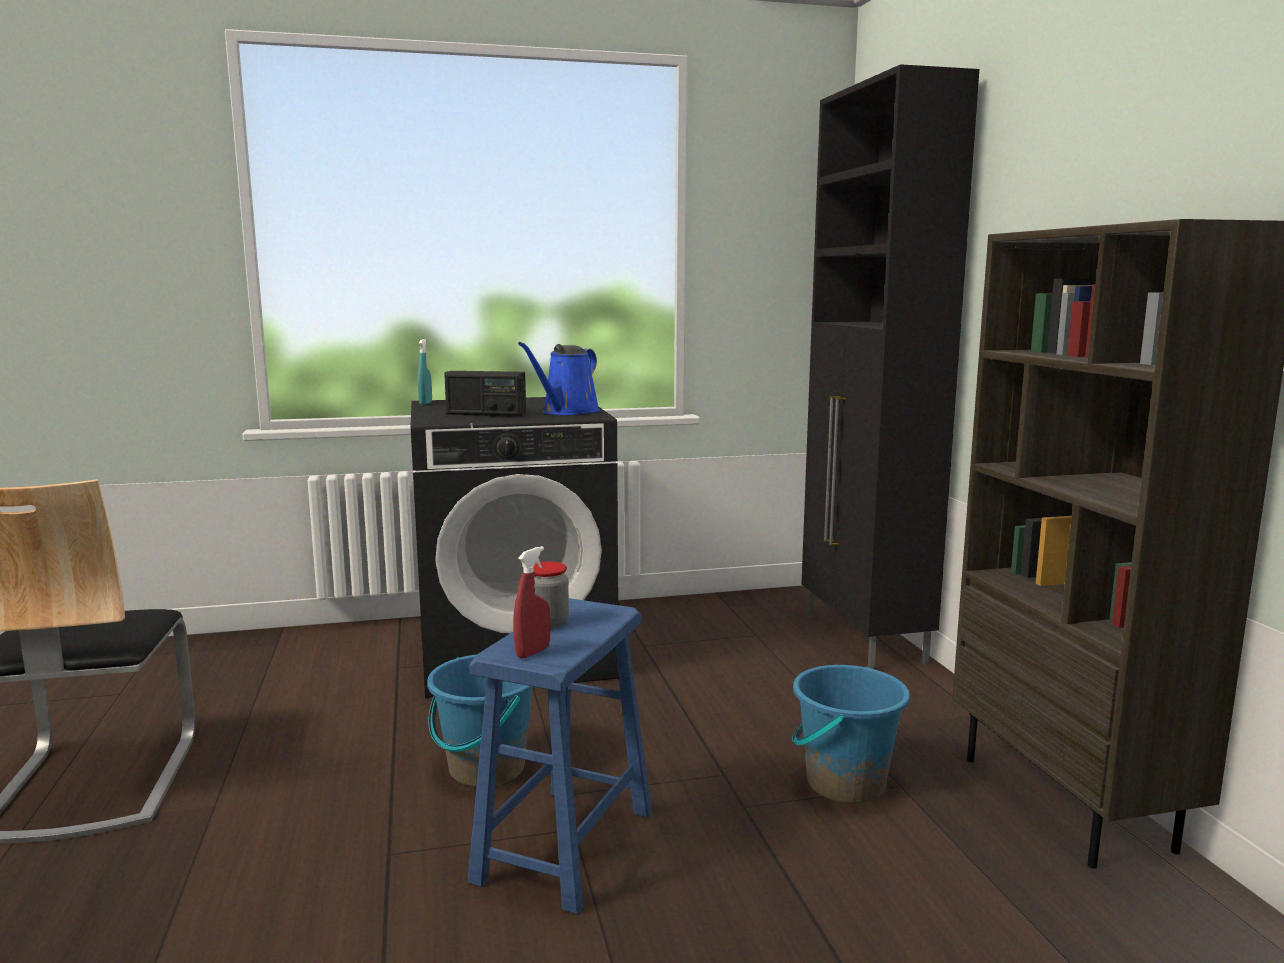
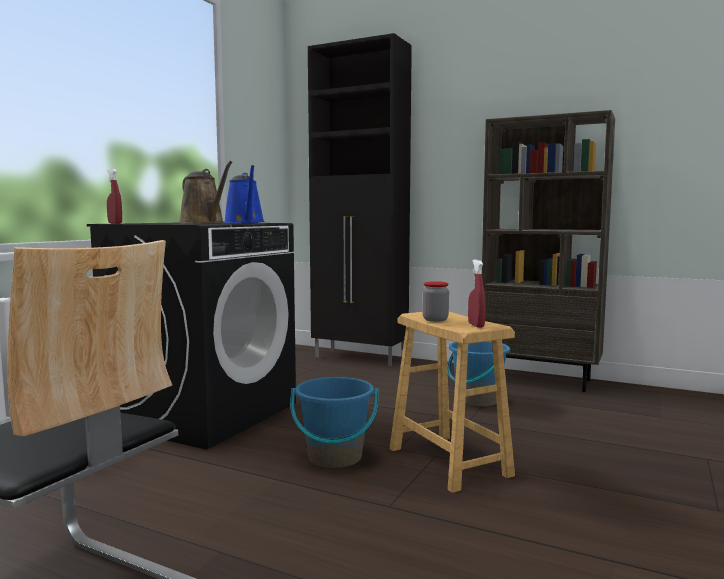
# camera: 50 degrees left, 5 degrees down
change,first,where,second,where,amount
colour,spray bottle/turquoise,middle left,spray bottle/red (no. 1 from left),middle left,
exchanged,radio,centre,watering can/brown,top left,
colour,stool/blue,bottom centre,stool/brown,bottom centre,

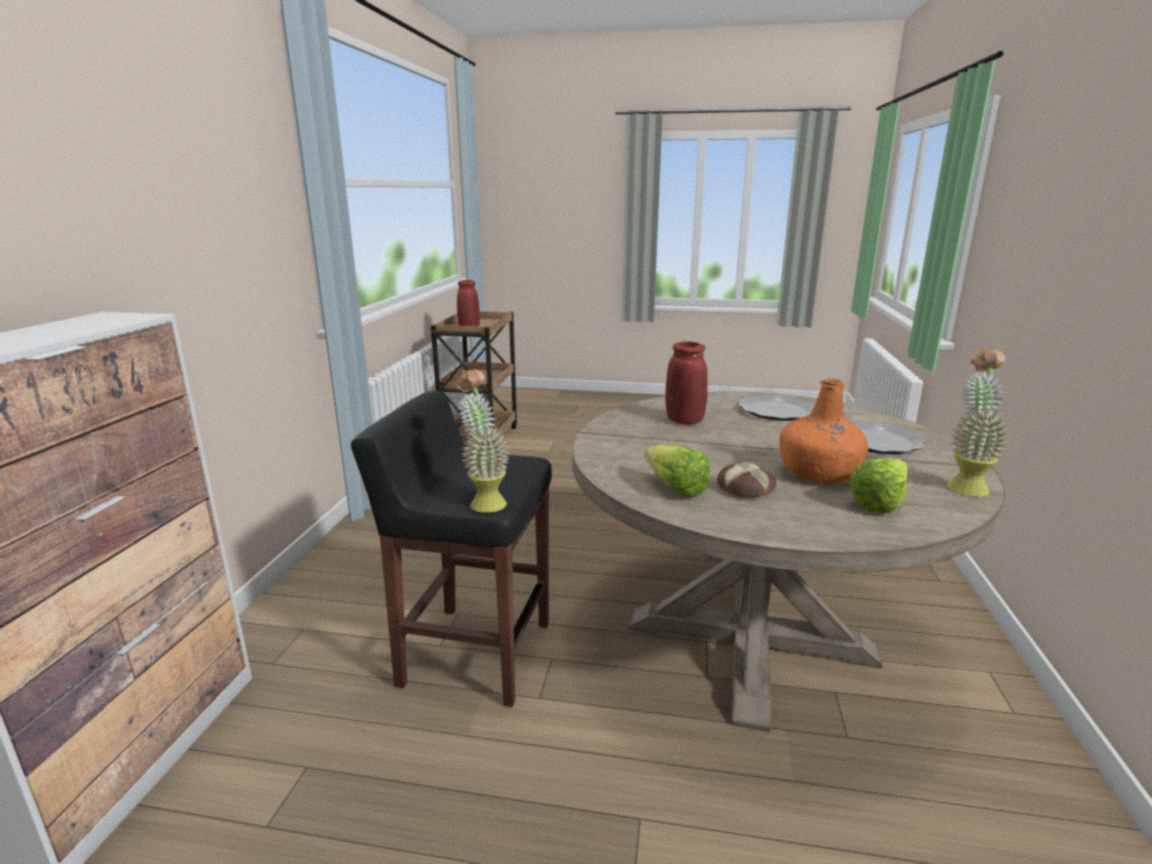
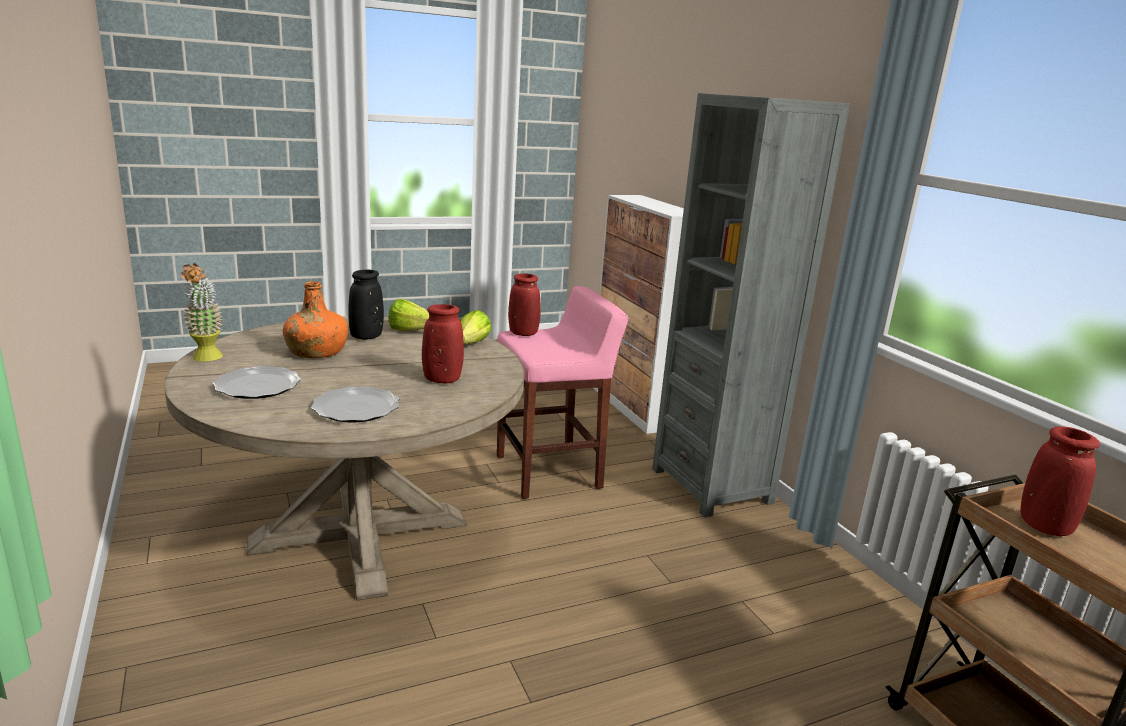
# camera: 145 degrees right, 0 degrees up
change,first,where,second,where,amount
colour,stool/black,centre,stool/pink,centre,
exchanged,potted plant (no. 1 from left),centre,vase/red (no. 2 from left),centre,
exchanged,bread,centre,vase/black,middle left,
relocated,lettuce (no. 2 from left),middle right,,centre,
appeared,,,bookcase/grey,middle right,

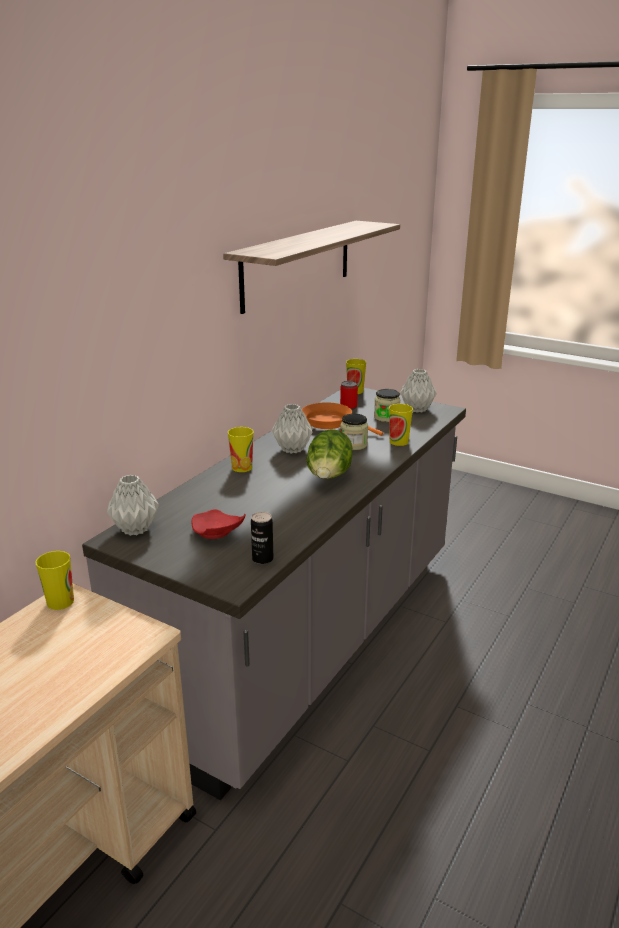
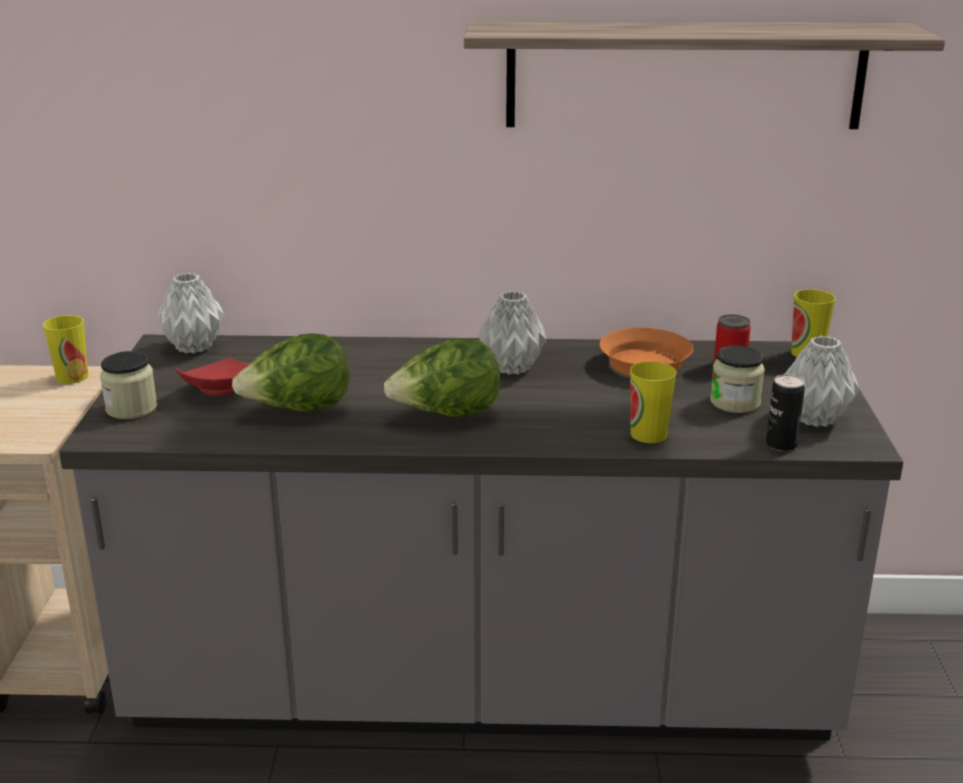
# camera: 60 degrees right, 0 degrees up
change,first,where,second,where,amount
missing,cup (no. 2 from left),centre,,,
relocated,can (no. 1 from left in the first image),centre,can (no. 2 from left),middle right,
relocated,jar (no. 1 from left),centre,,middle left,
appeared,,,lettuce (no. 1 from left),middle left,

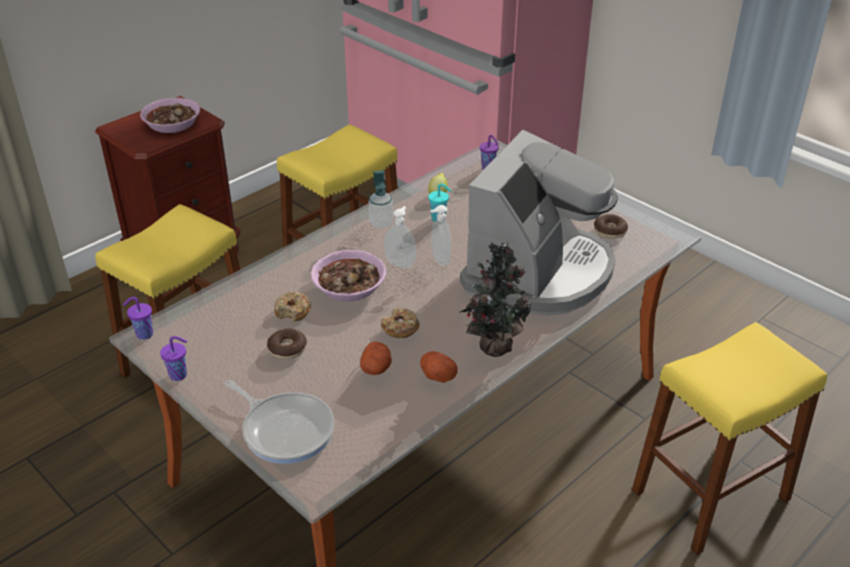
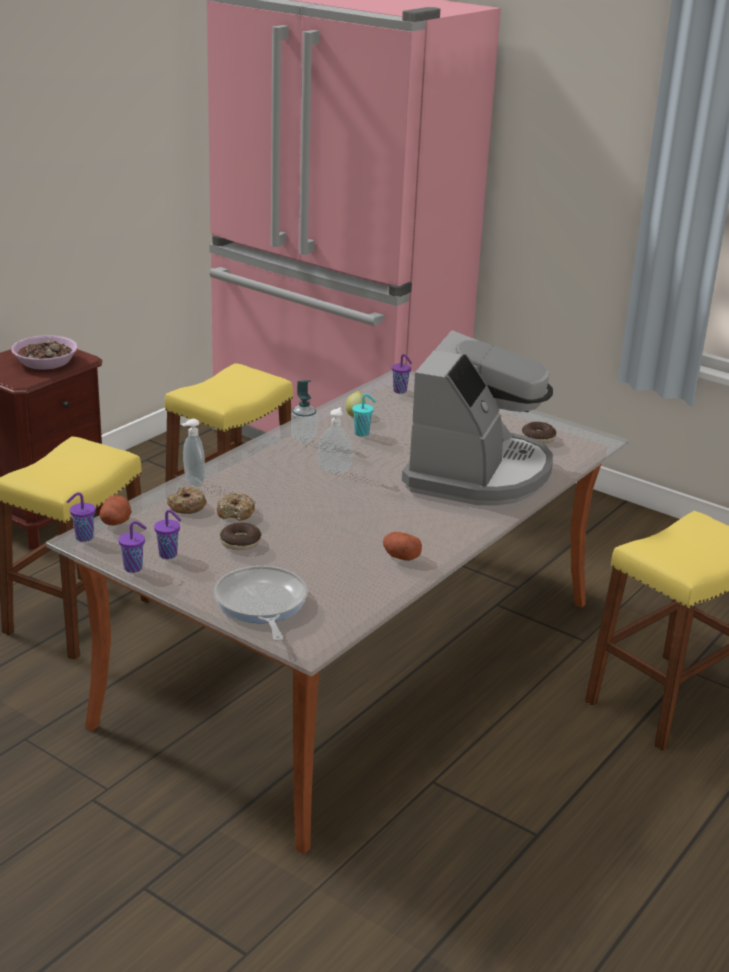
# camera: 10 degrees left, 10 degrees down
change,first,where,second,where,amount
spun,frying pan,bottom left,,centre,135 degrees counterclockwise
missing,bowl (no. 2 from left),centre,,,
relocated,potato (no. 1 from left),centre,,middle left,
relocated,donut (no. 3 from left in the first image),centre,donut (no. 1 from left),middle left,
relocated,soap dispenser (no. 3 from left in the first image),centre,soap dispenser (no. 1 from left),middle left,
missing,potted plant,centre,,,
appeared,,,cup/purple (no. 3 from left),middle left,

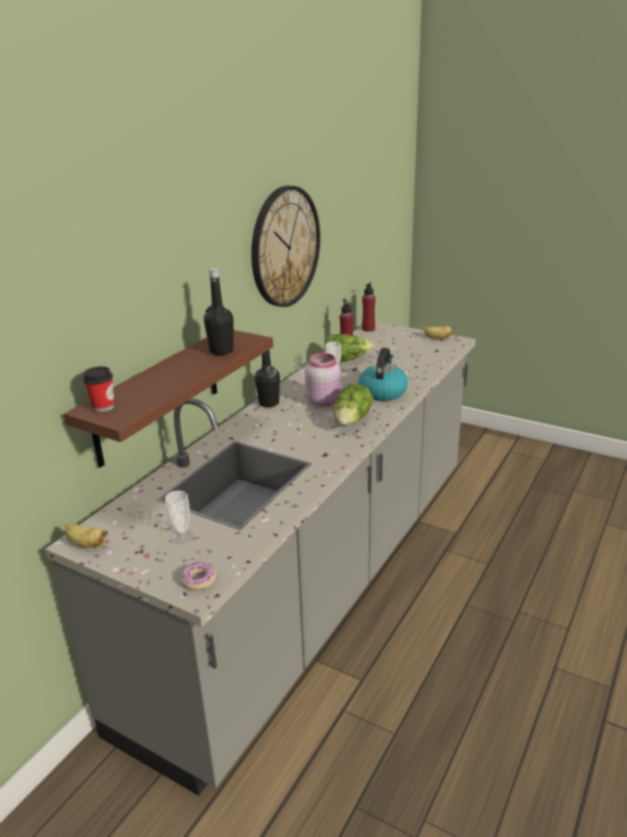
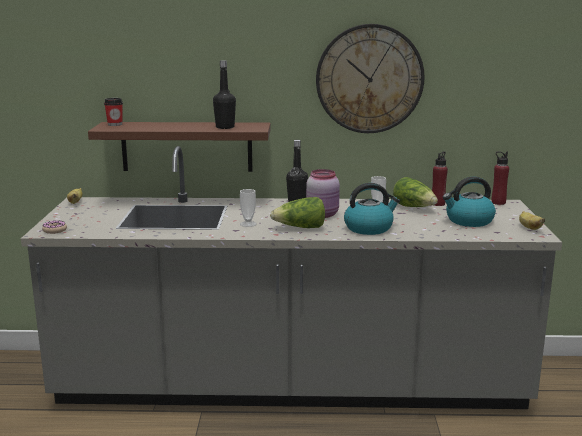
# camera: 60 degrees right, 10 degrees down
change,first,where,second,where,amount
relocated,cup (no. 2 from left),middle left,,centre,
appeared,,,kettle (no. 2 from left),middle right,

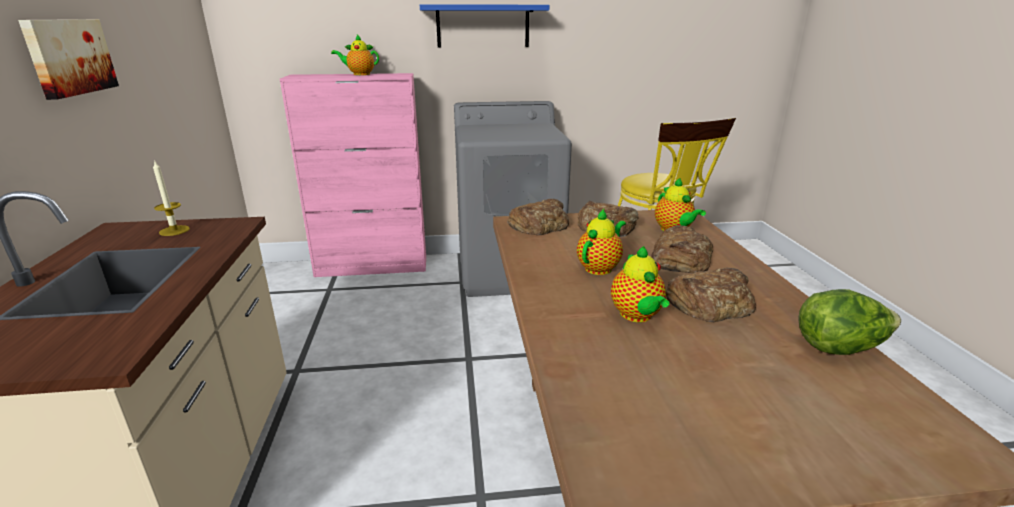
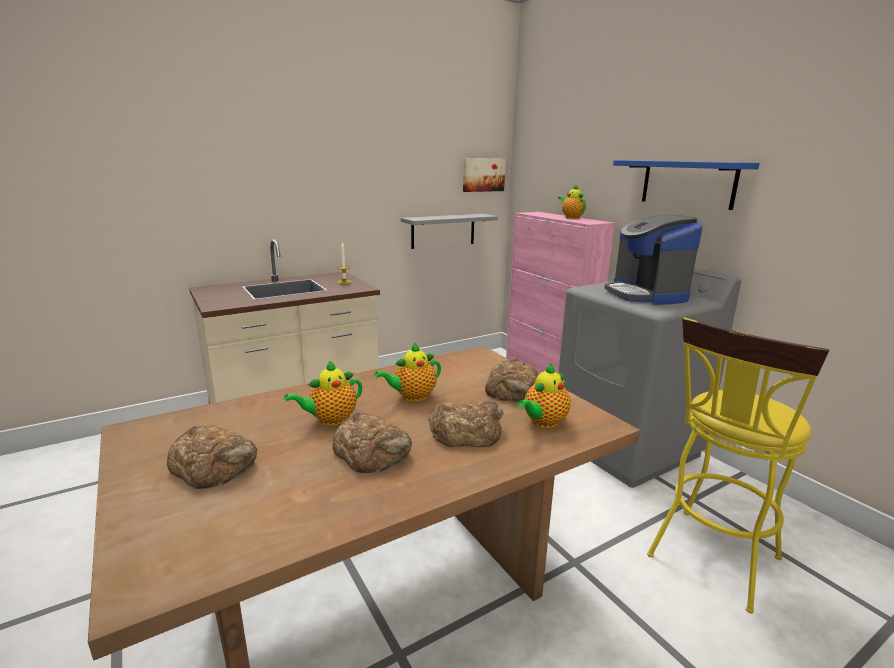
# camera: 65 degrees right, 5 degrees down
change,first,where,second,where,amount
relocated,picture,top left,,top centre,
relocated,bread (no. 1 from left),centre,,bottom left,
spun,teapot (no. 2 from left),centre,,centre,135 degrees clockwise
missing,lettuce,middle right,,,
appeared,,,shelf/grey,centre,
appeared,,,coffee machine,middle right,

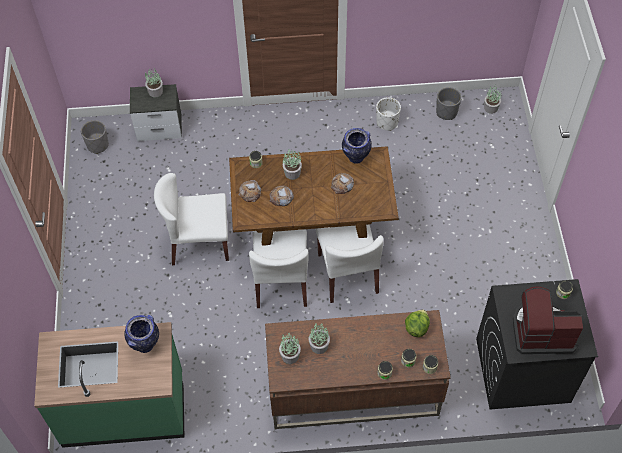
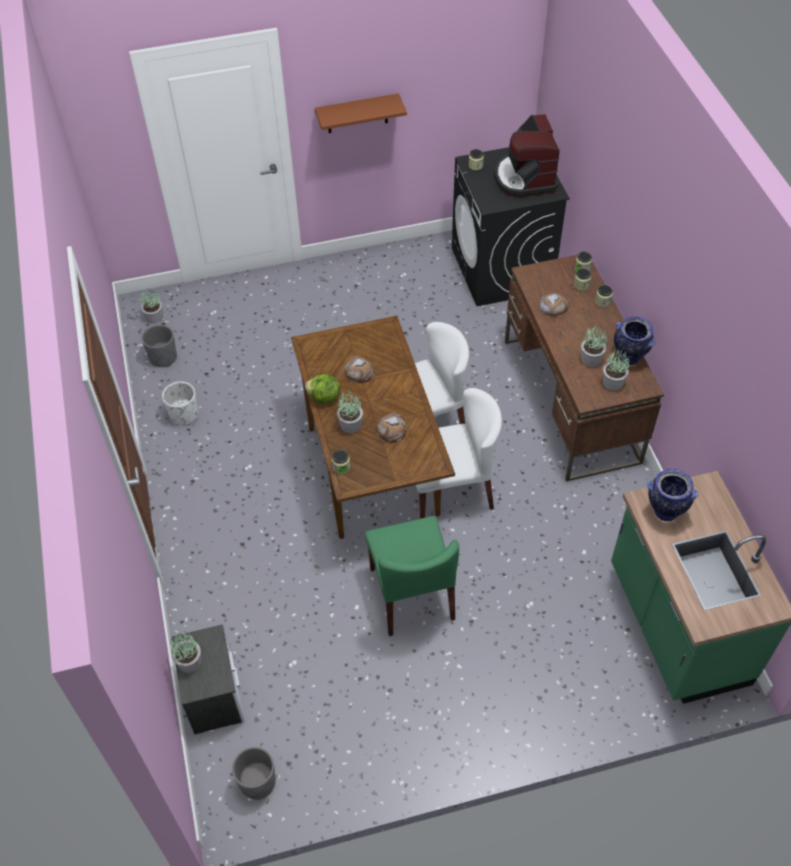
# camera: 100 degrees left, 5 degrees down
change,first,where,second,where,amount
colour,chair/white (no. 1 from left),middle left,chair/green,centre,
relocated,bread (no. 1 from left in the first image),centre,bread (no. 3 from left),middle right,
relocated,vase (no. 2 from left in the first image),top centre,vase (no. 1 from left),middle right,
relocated,lettuce,bottom right,,centre,
appeared,,,shelf/brown,top centre,

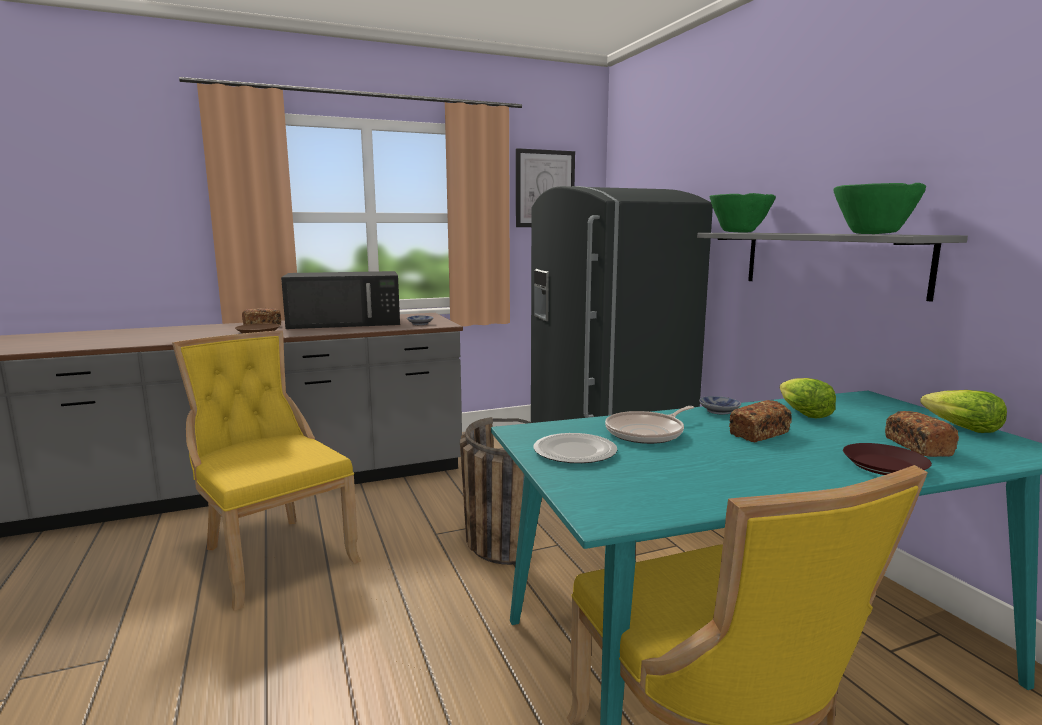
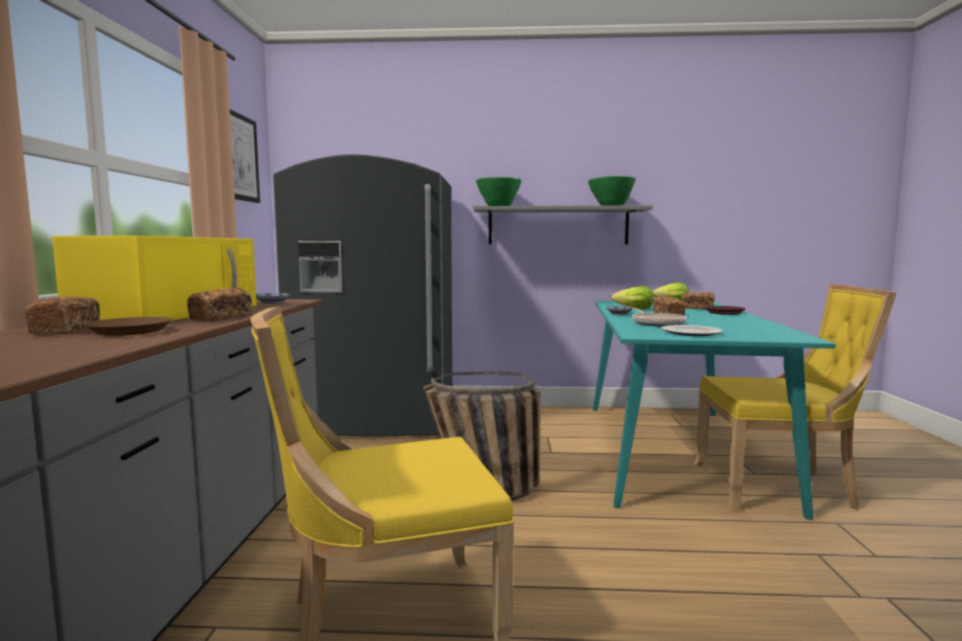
# camera: 65 degrees left, 5 degrees down
change,first,where,second,where,amount
colour,microwave/black,middle left,microwave/yellow,middle left,
appeared,,,bread (no. 2 from left),middle left,

